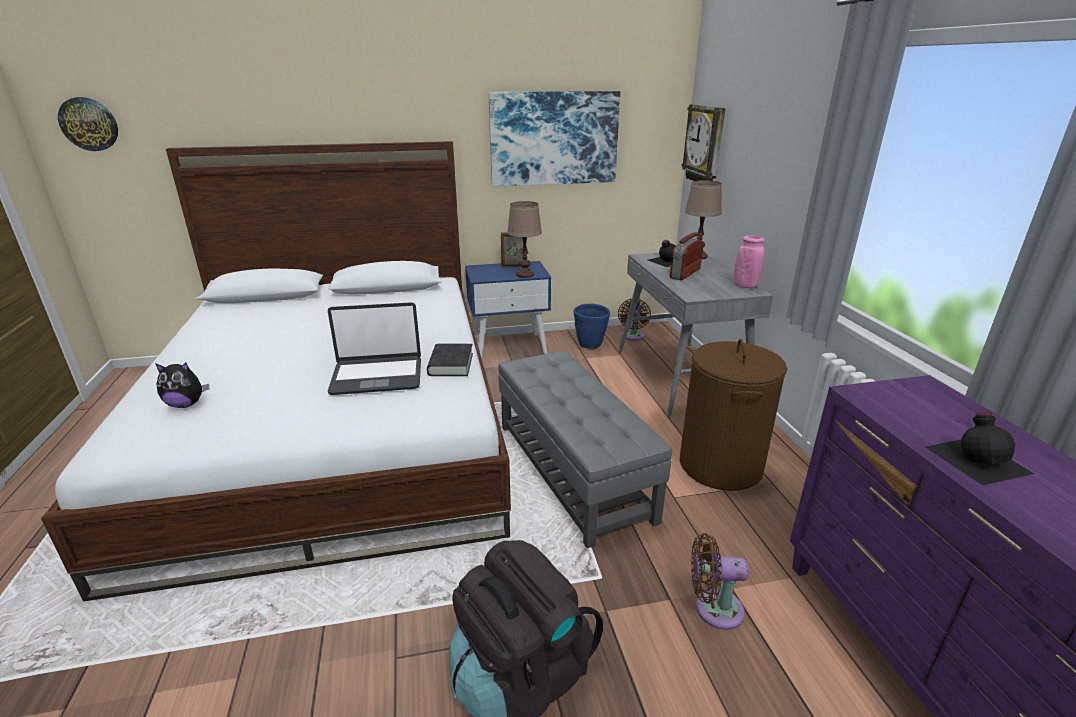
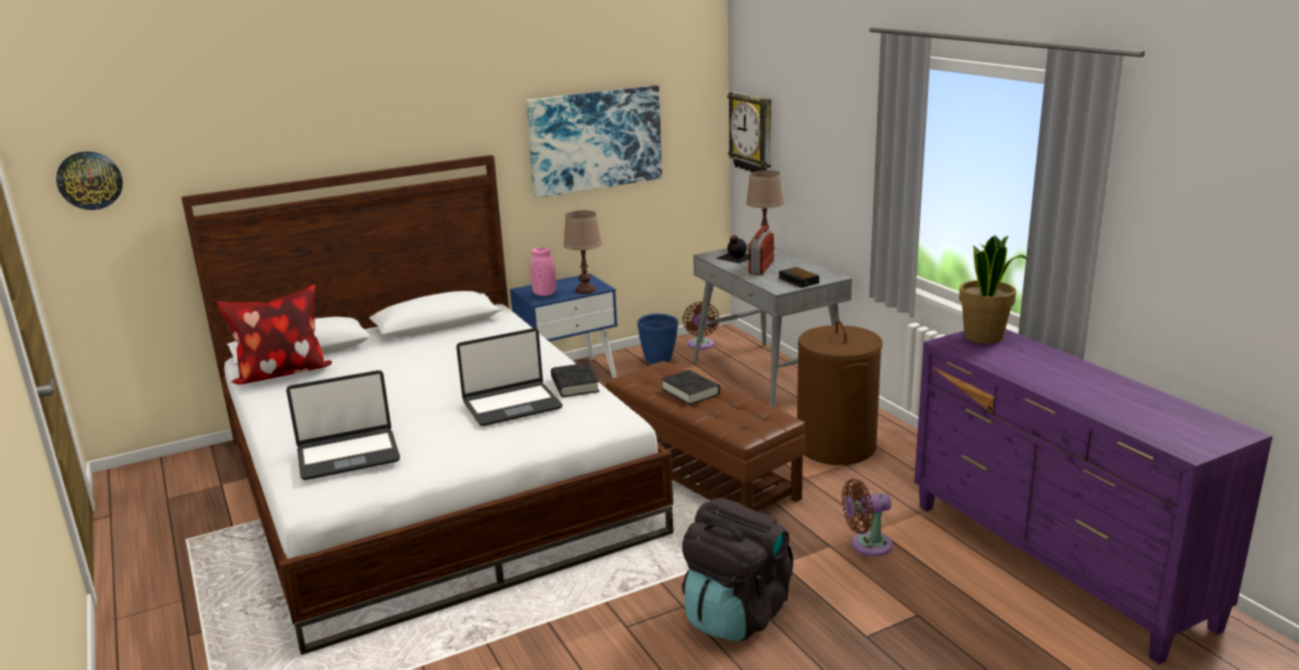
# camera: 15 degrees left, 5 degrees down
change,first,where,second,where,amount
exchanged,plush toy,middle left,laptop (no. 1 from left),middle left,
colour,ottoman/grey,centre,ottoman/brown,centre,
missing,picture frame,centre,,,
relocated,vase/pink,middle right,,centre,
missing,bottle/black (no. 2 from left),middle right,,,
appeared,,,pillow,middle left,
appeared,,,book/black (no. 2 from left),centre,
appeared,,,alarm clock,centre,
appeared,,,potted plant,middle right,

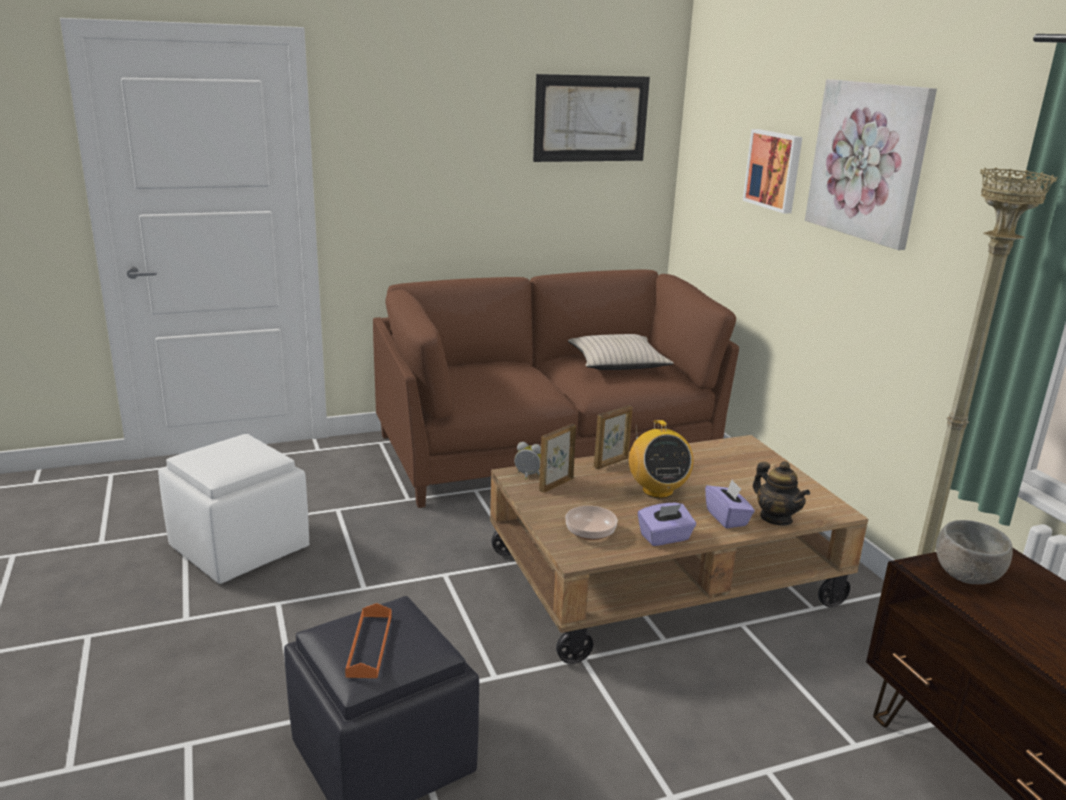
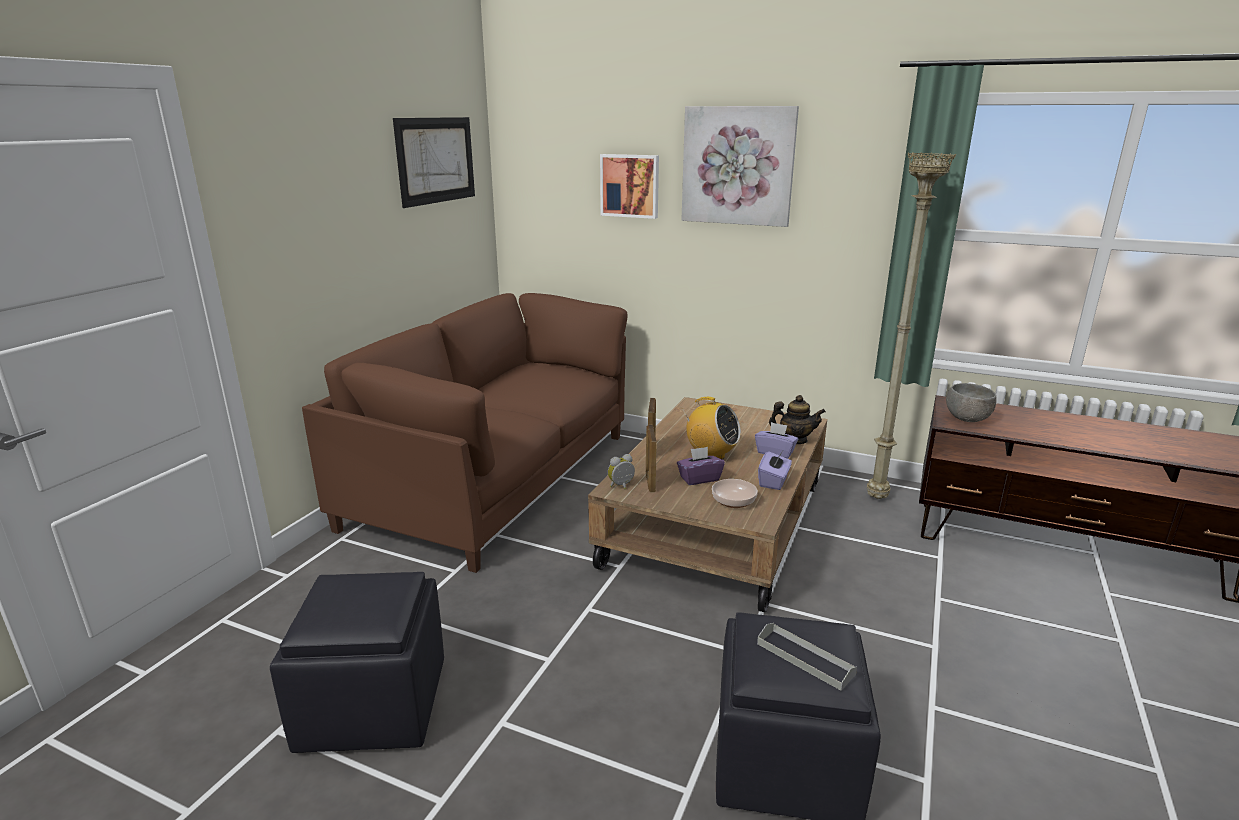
# camera: 45 degrees left, 0 degrees up
change,first,where,second,where,amount
colour,ottoman/white,middle left,ottoman/black (no. 1 from left),bottom left,
colour,tray/orange,bottom centre,tray/grey,bottom centre,
missing,pillow/beige,centre,,,
appeared,,,tissue box/purple (no. 1 from left),centre,

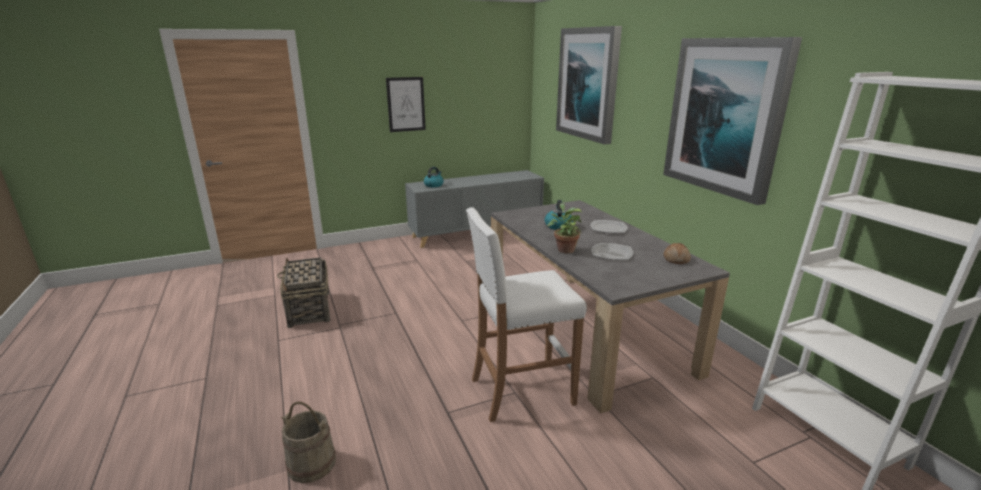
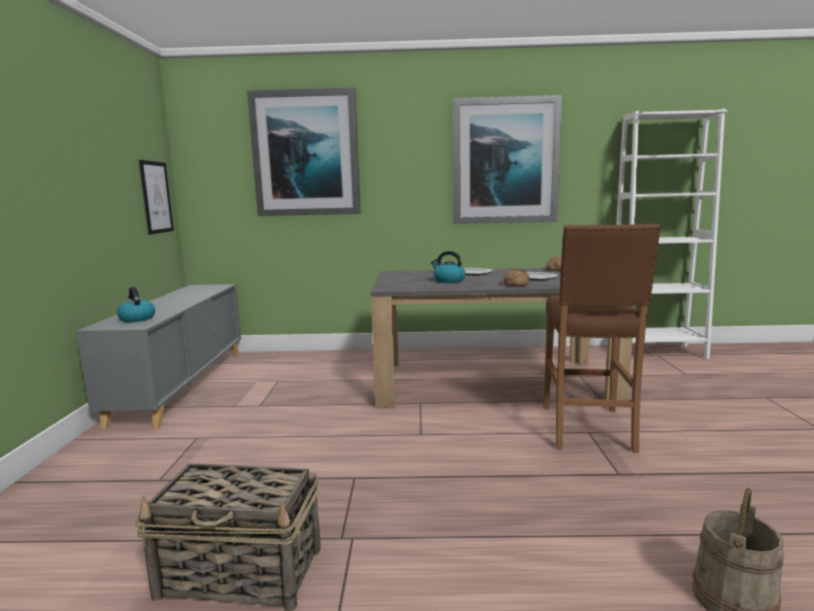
# camera: 65 degrees left, 10 degrees down
change,first,where,second,where,amount
relocated,picture (no. 1 from left),top centre,,top left,
colour,stool/white,centre,stool/brown,middle right,
exchanged,potted plant,centre,bread (no. 1 from left),centre,

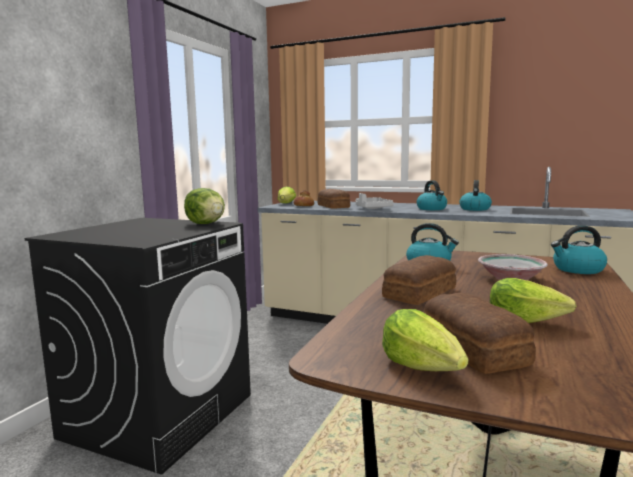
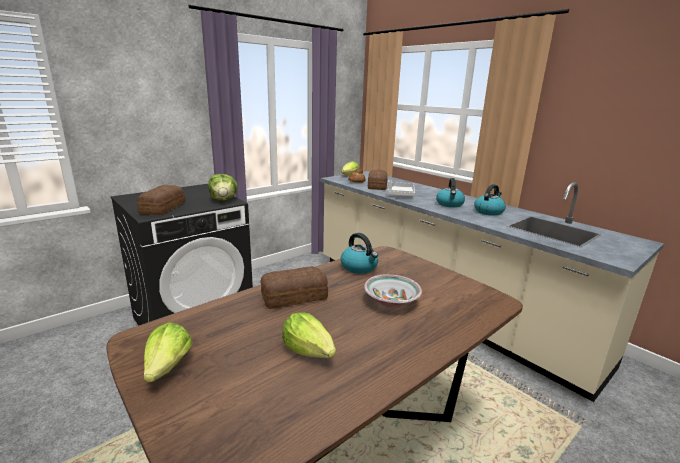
# camera: 25 degrees right, 10 degrees up
change,first,where,second,where,amount
relocated,bread (no. 4 from left in the first image),bottom right,bread (no. 1 from left),middle left,
missing,kettle (no. 4 from left),middle right,,,

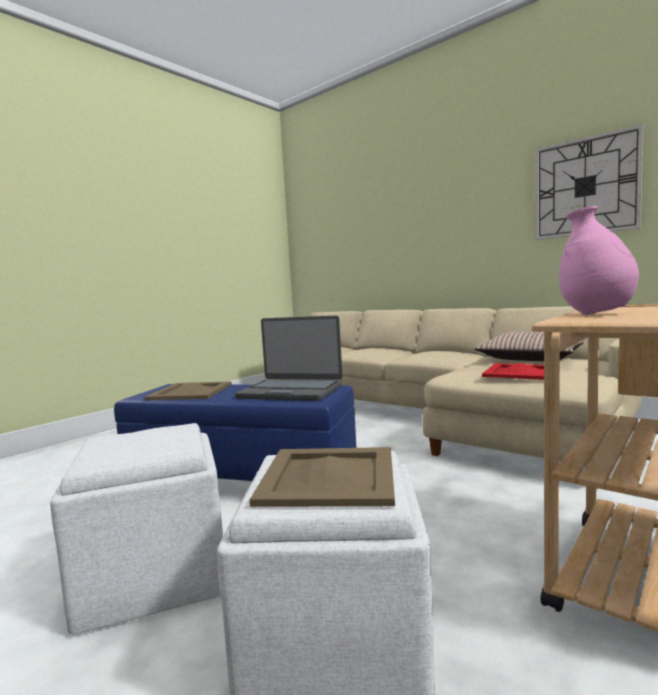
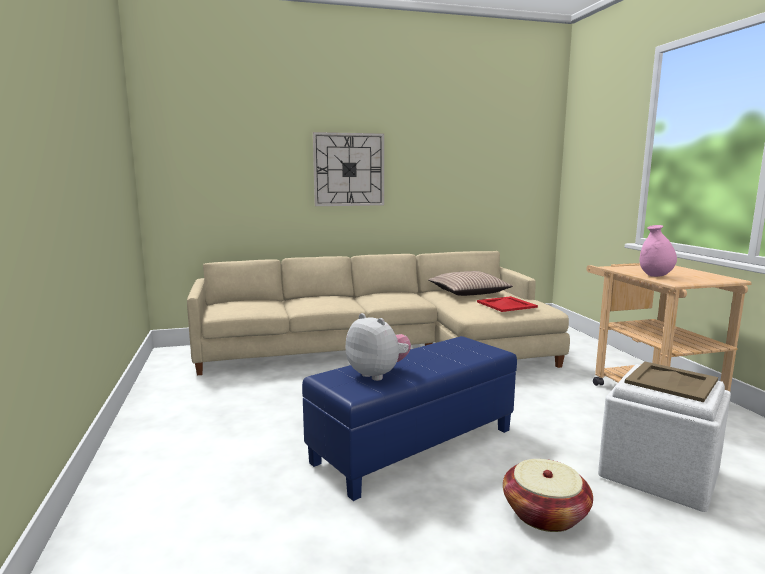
# camera: 55 degrees left, 5 degrees up
change,first,where,second,where,amount
exchanged,ottoman/white (no. 1 from left),bottom left,basket,bottom right,
exchanged,tray/beige (no. 1 from left),middle left,plush toy,centre,
missing,laptop,centre,,,
relocated,wall clock,top right,,top centre,

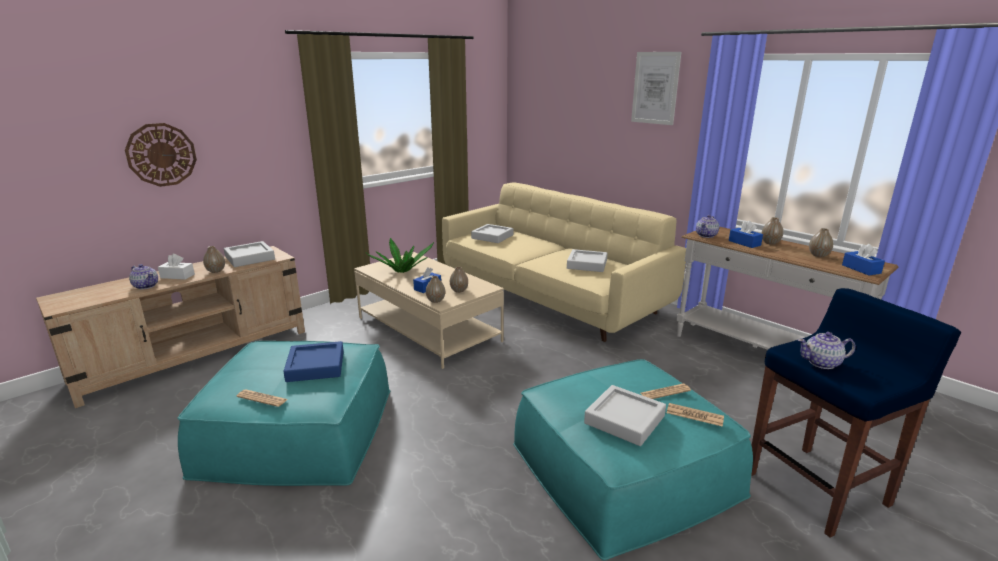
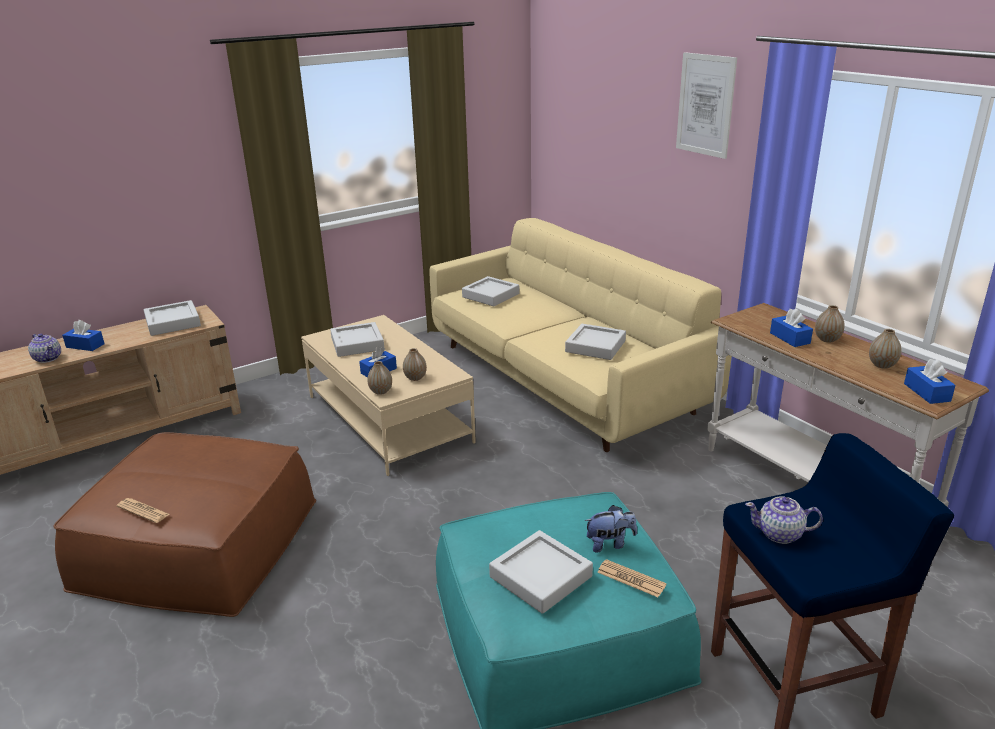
# camera: 10 degrees right, 5 degrees up
change,first,where,second,where,amount
missing,wall clock,top left,,,
colour,tissue box/white,middle left,tissue box/blue (no. 1 from left),middle left,
colour,ottoman/turquoise (no. 1 from left),bottom left,ottoman/brown,bottom left,
missing,vase (no. 1 from left),middle left,,,
missing,tray/blue,middle left,,,
exchanged,potted plant,centre,tray/grey (no. 2 from left),centre,
exchanged,newspaper (no. 2 from left),bottom centre,plush toy,bottom centre,
missing,teapot (no. 2 from left),middle right,,,

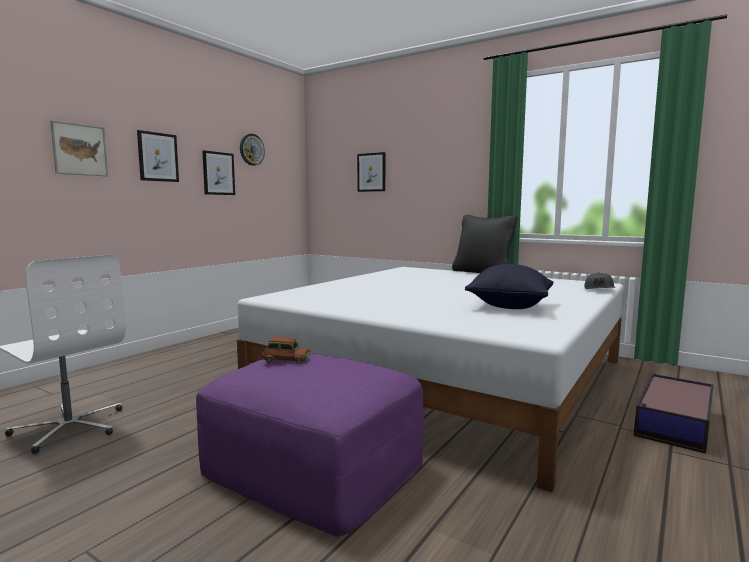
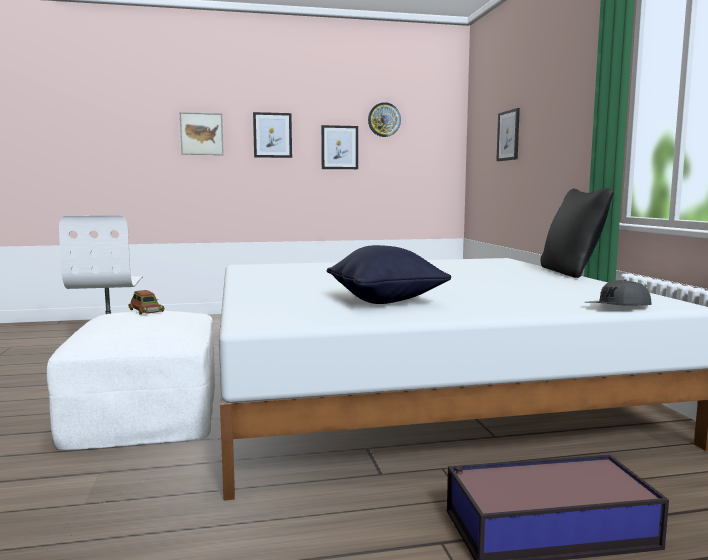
# camera: 45 degrees right, 0 degrees up
change,first,where,second,where,amount
colour,ottoman/purple,bottom centre,ottoman/white,bottom left,

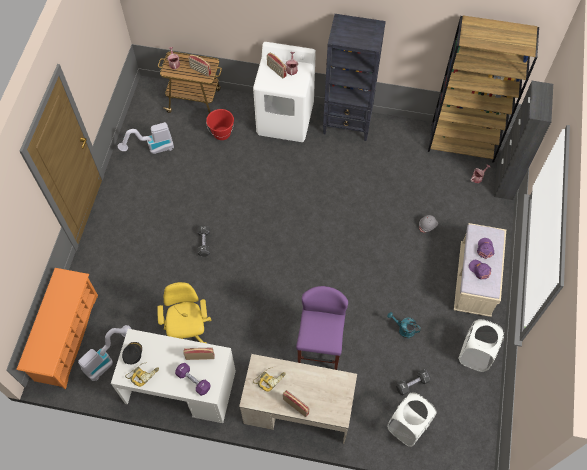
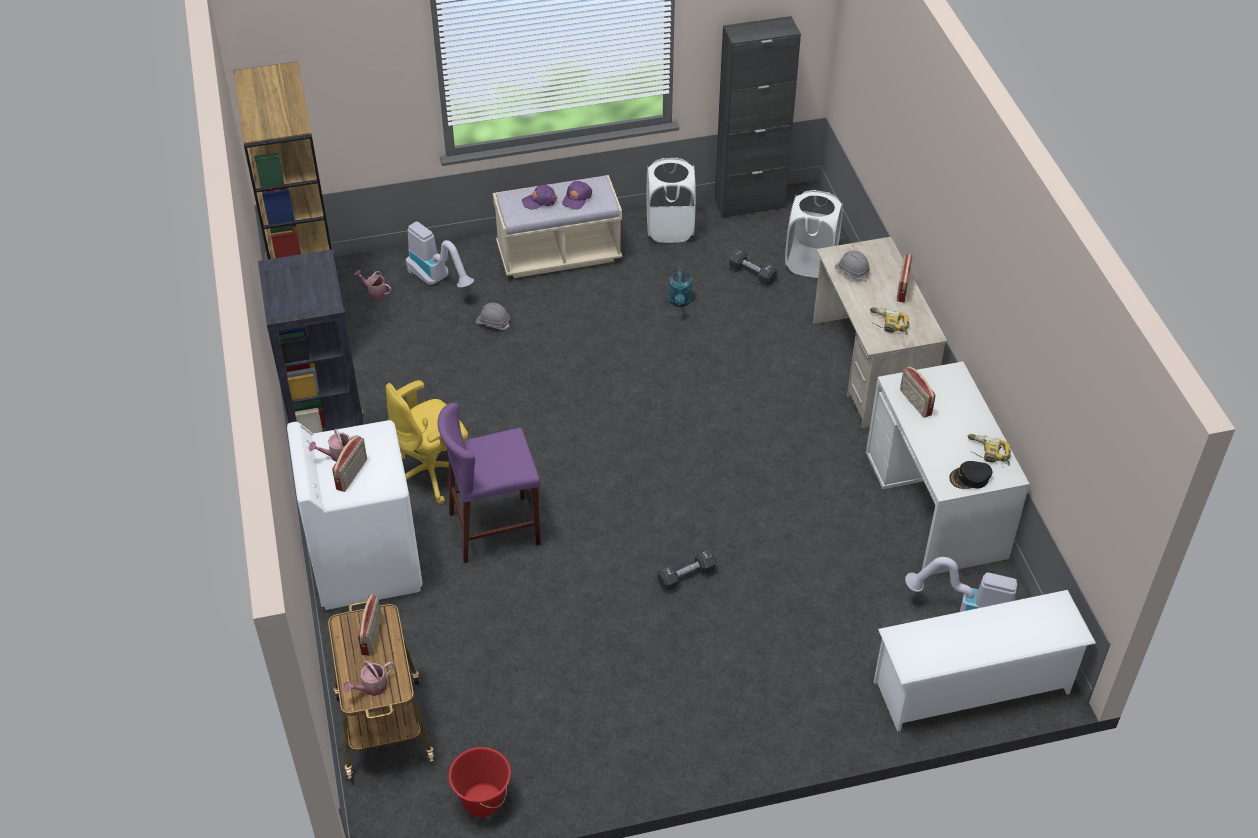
# camera: 115 degrees left, 15 degrees down
change,first,where,second,where,amount
colour,shoe rack/orange,bottom left,shoe rack/white,bottom right,
relocated,vacuum cleaner (no. 2 from left in the first image),top left,vacuum cleaner (no. 1 from left),top centre,
relocated,office chair/yellow,middle left,,centre,
missing,dumbbell/purple,bottom left,,,
relocated,bucket/red,top centre,,bottom centre,
relocated,stool/purple,bottom centre,,centre,
relocated,cabinet/black,top right,,top centre,
appeared,,,hard hat/grey (no. 2 from left),top right,

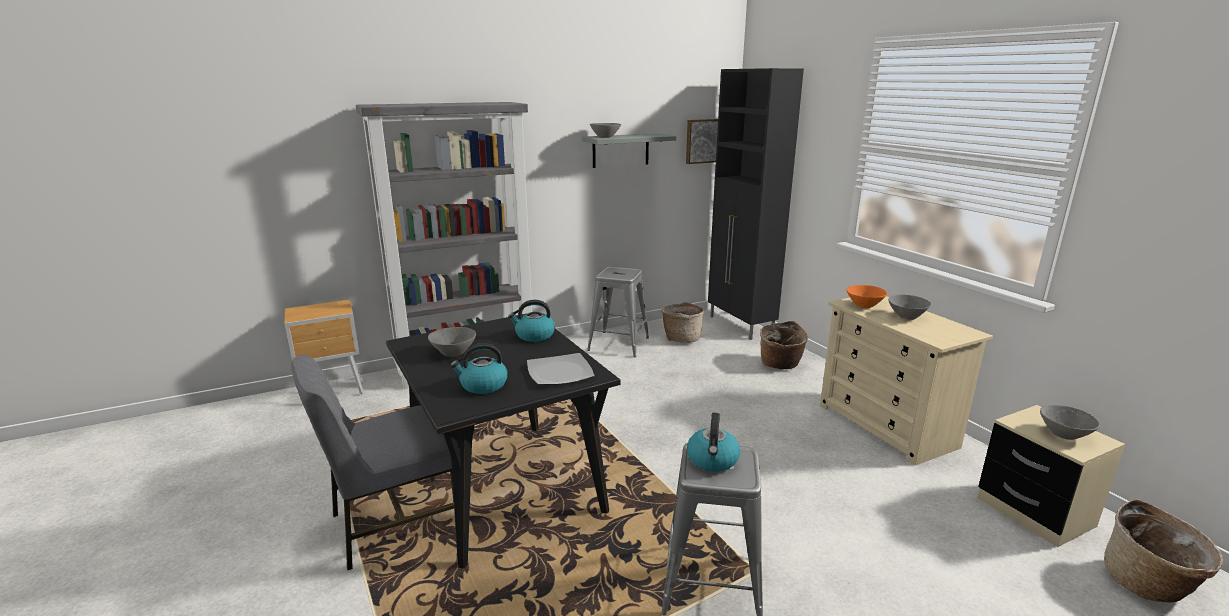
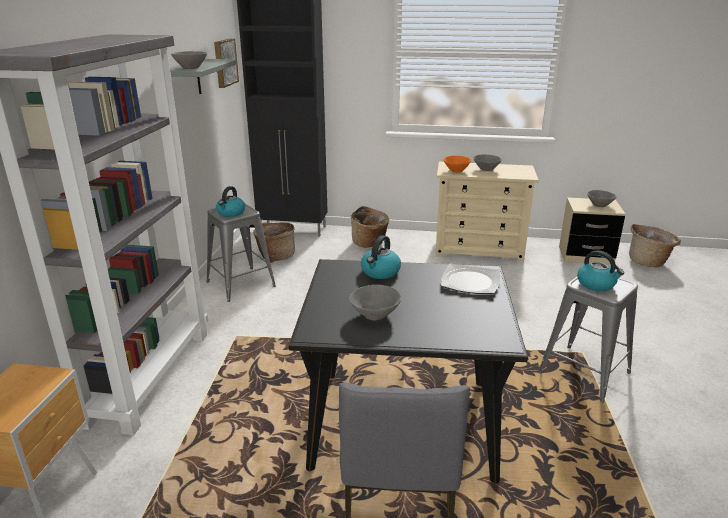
# camera: 55 degrees left, 5 degrees up
change,first,where,second,where,amount
relocated,kettle (no. 1 from left),centre,,middle left,

